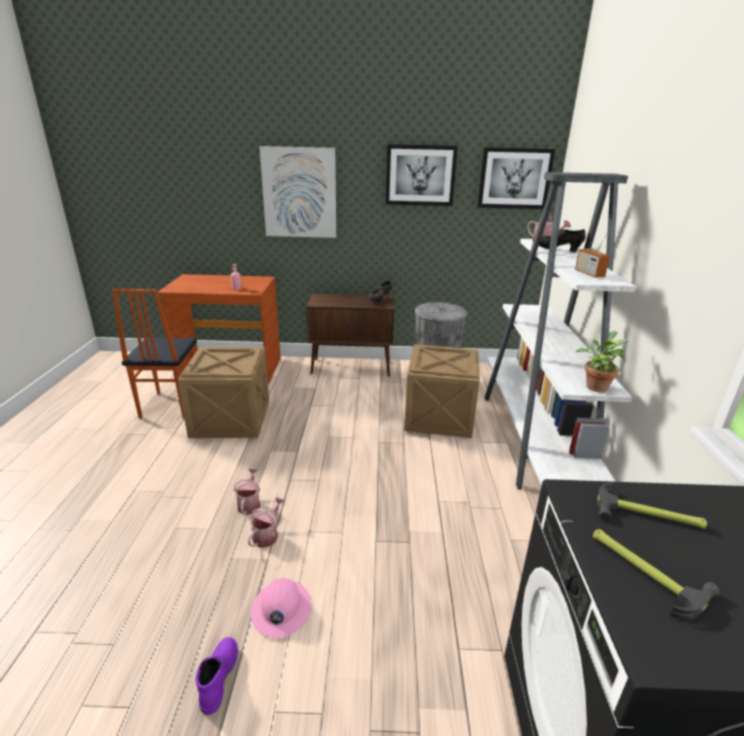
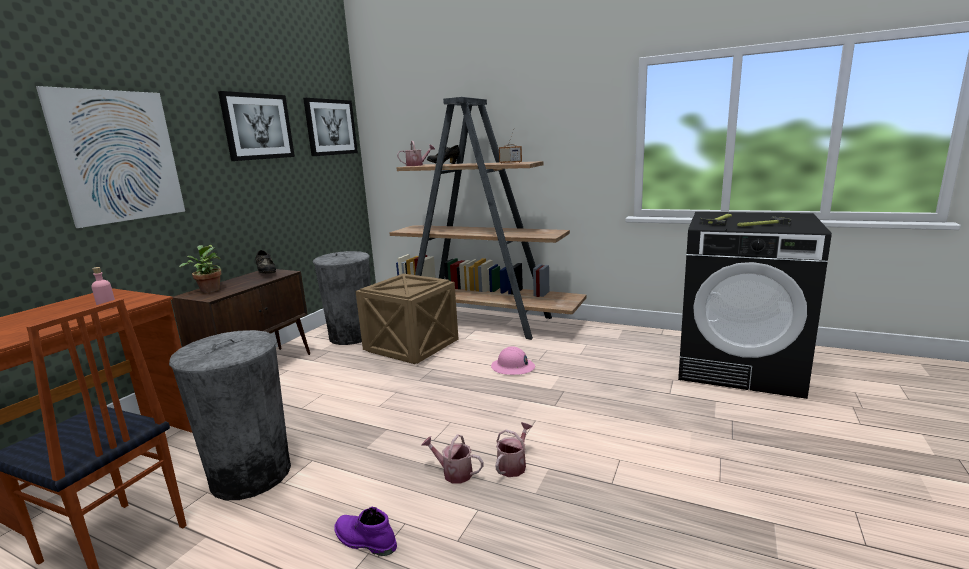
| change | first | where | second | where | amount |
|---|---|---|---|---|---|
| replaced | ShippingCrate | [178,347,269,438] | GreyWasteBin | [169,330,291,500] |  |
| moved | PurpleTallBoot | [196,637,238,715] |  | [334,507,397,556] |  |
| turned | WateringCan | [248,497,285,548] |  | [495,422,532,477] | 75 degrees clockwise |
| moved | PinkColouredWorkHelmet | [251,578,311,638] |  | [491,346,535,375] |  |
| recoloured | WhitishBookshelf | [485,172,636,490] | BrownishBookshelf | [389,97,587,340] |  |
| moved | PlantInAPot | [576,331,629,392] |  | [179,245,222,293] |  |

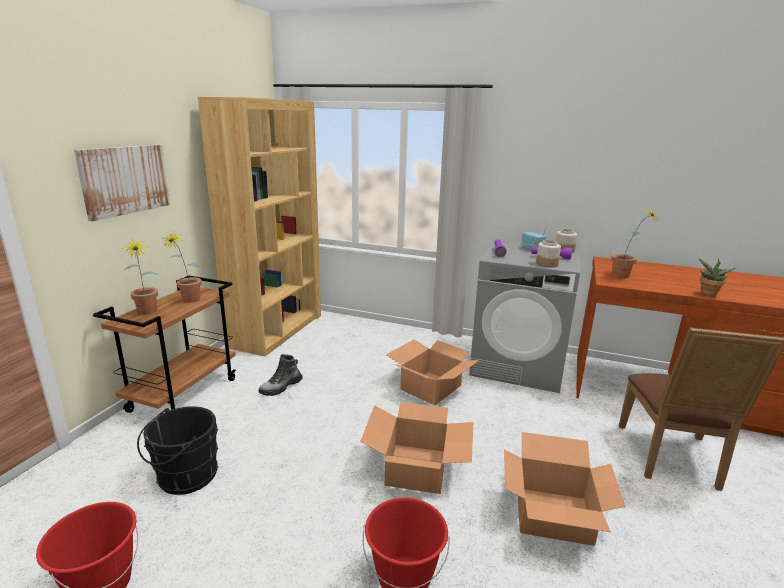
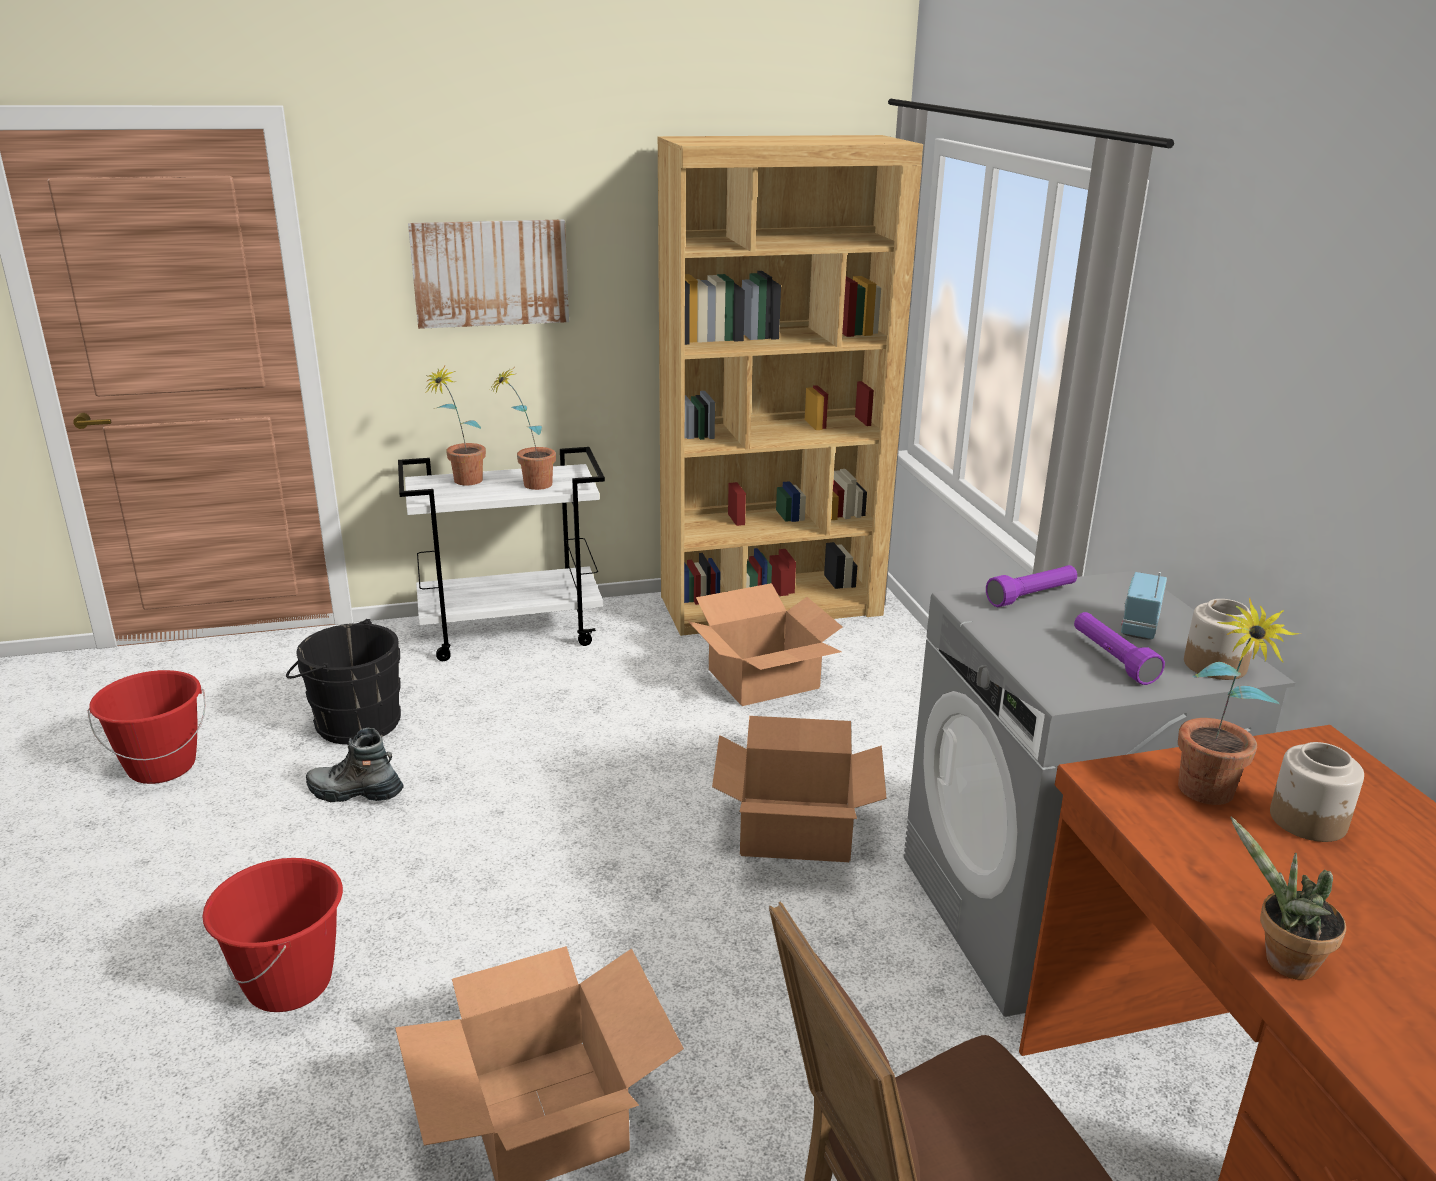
| change | first | where | second | where | amount |
|---|---|---|---|---|---|
| recoloured | BrownishCart | [93,276,236,413] | WhitishCart | [398,447,605,661] |  |
| moved | TallBoot | [259,354,303,396] |  | [306,728,404,802] |  |
| moved | CardboardBox | [360,402,473,494] |  | [688,583,843,706] |  |
| moved | Jar | [536,240,561,267] |  | [1270,742,1364,842] |  |

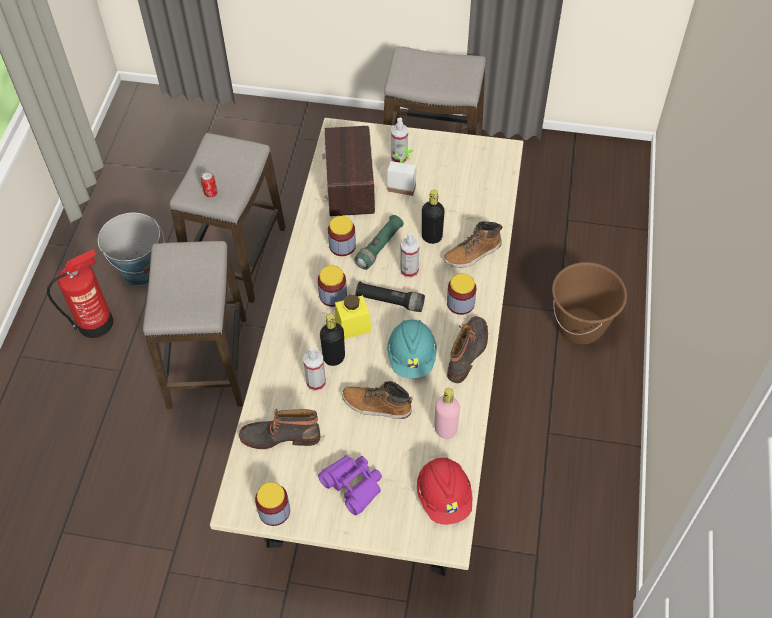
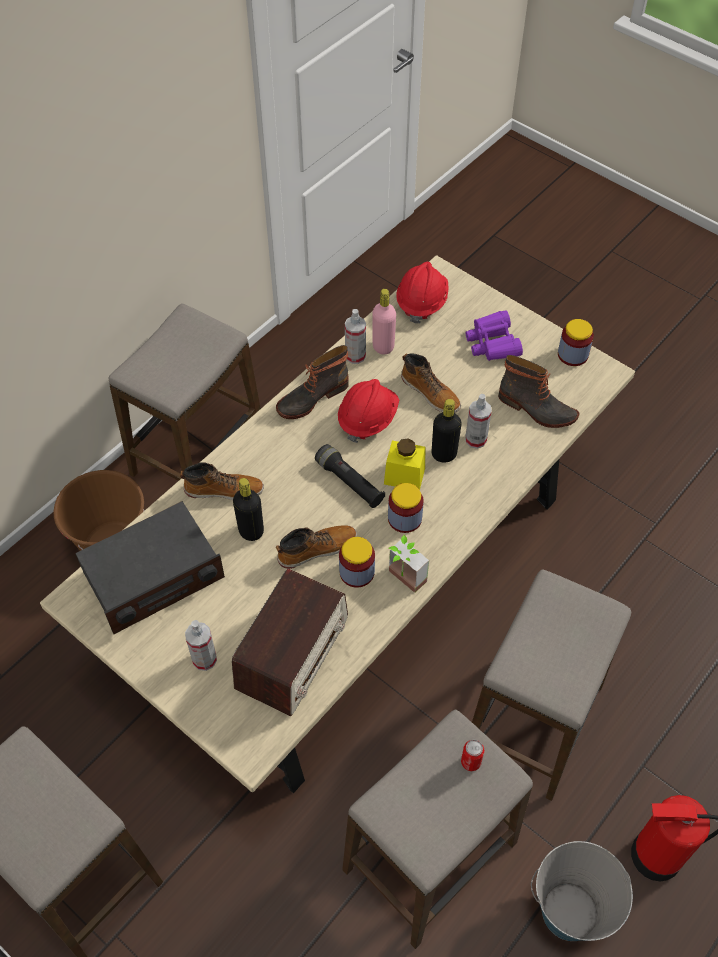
| change | first | where | second | where | amount |
|---|---|---|---|---|---|
| replaced | GreenishHandTorch | [354,215,404,270] | TallBoot | [276,525,357,569] |  |
| moved | PlantInAPot | [387,147,416,196] |  | [388,535,429,593] |  |
| recoloured | TurquoiseWorkHelmet | [387,319,437,378] | ReddishWorkHelmet | [338,379,399,443] |  |
| moved | Sprayer | [400,232,420,278] |  | [345,309,366,364] |  |
| removed | Jar | [447,273,476,315] |  |  |  |
| added |  |  | RadioReceiver | [75,501,225,634] |  |
| added |  |  | SittingStool | [108,303,261,481] |  |

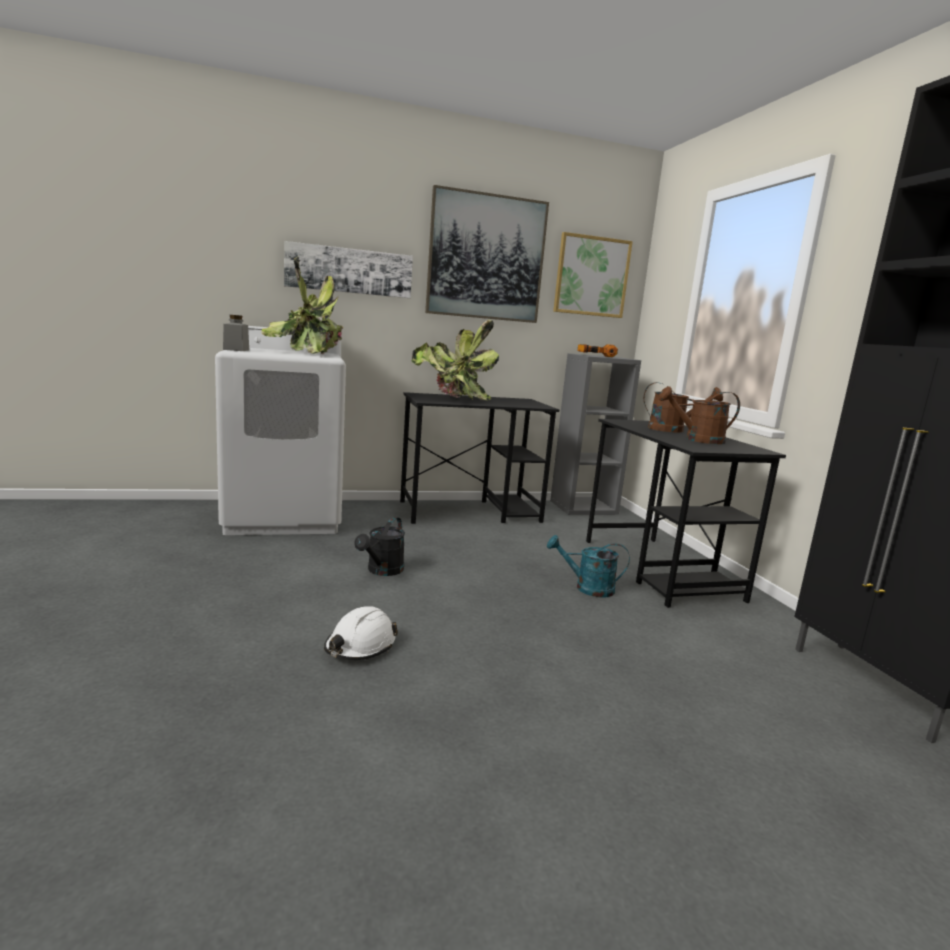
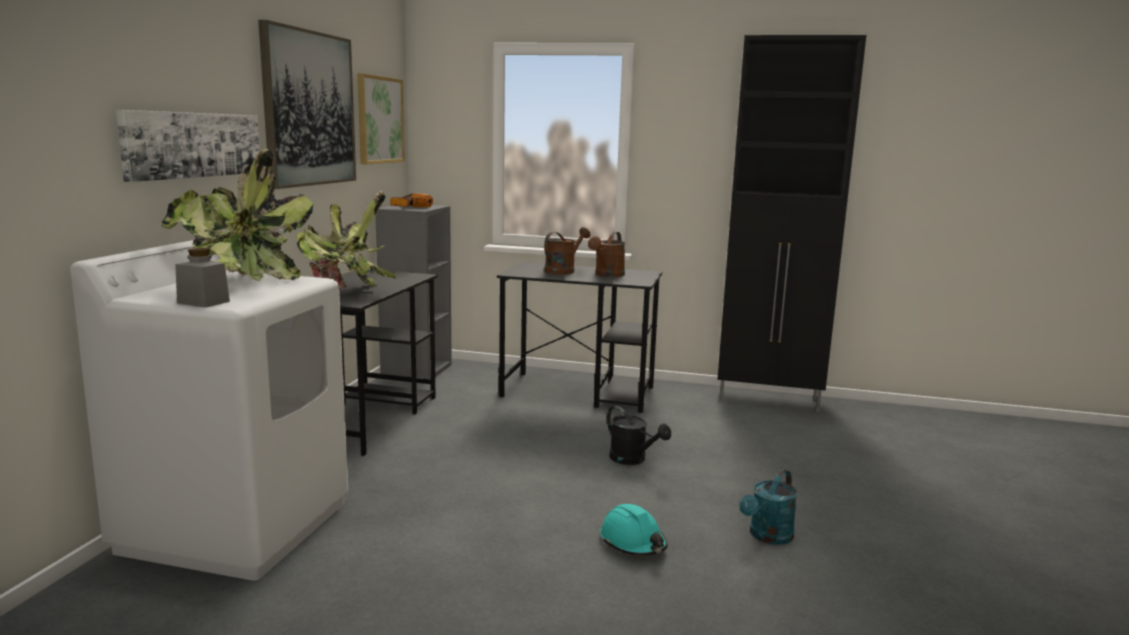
| change | first | where | second | where | amount |
|---|---|---|---|---|---|
| recoloured | WhitishWorkHelmet | [324,606,398,660] | TurquoiseWorkHelmet | [600,504,668,556] |  |
| moved | BlackishWateringCan | [354,517,405,576] |  | [607,406,671,465] |  |
| moved | TurquoiseWateringCan | [547,535,630,597] |  | [739,470,797,544] |  |

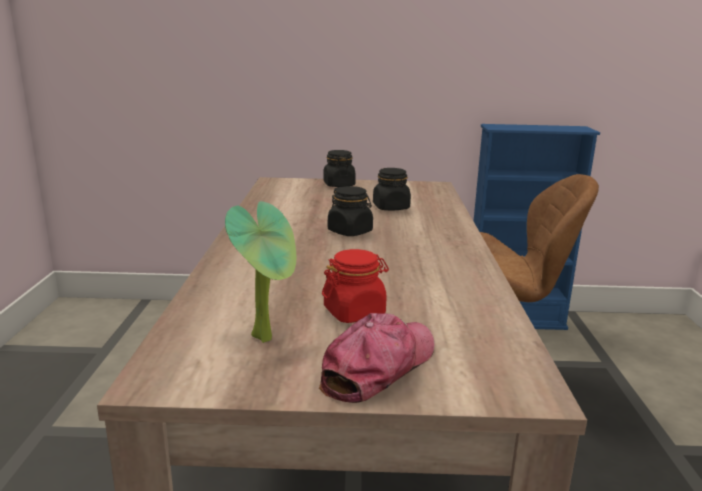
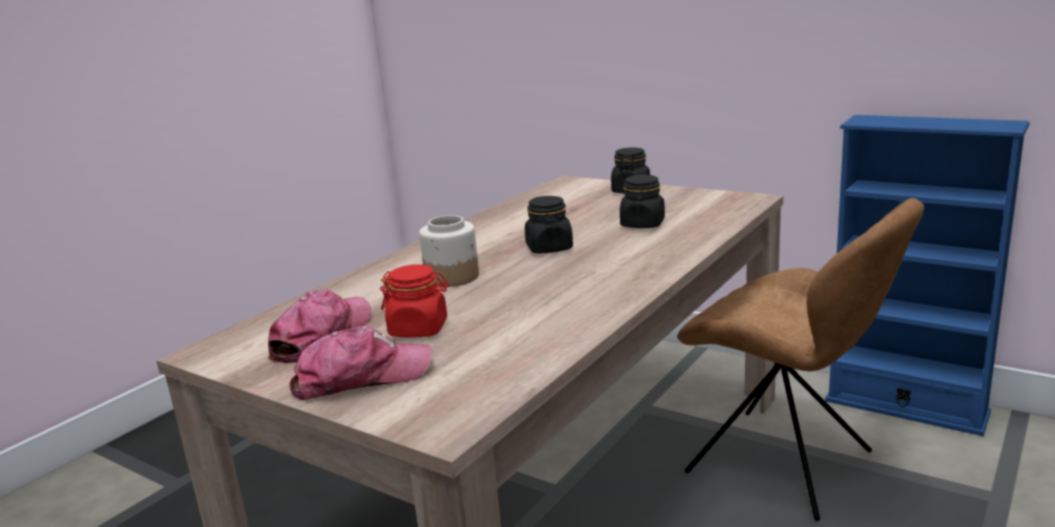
| change | first | where | second | where | amount |
|---|---|---|---|---|---|
| replaced | PlantInAPot | [225,201,296,343] | Cap | [268,289,372,363] |  |
| added |  |  | Jar | [419,215,479,287] |  |

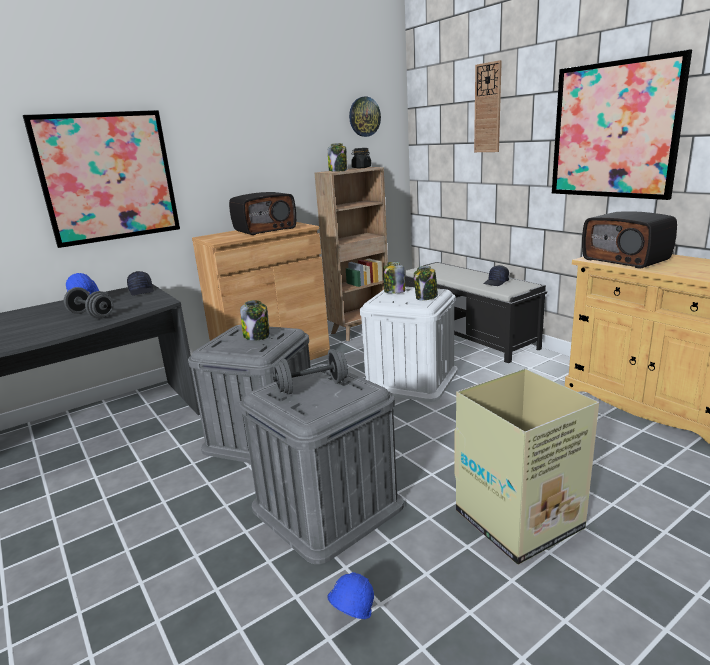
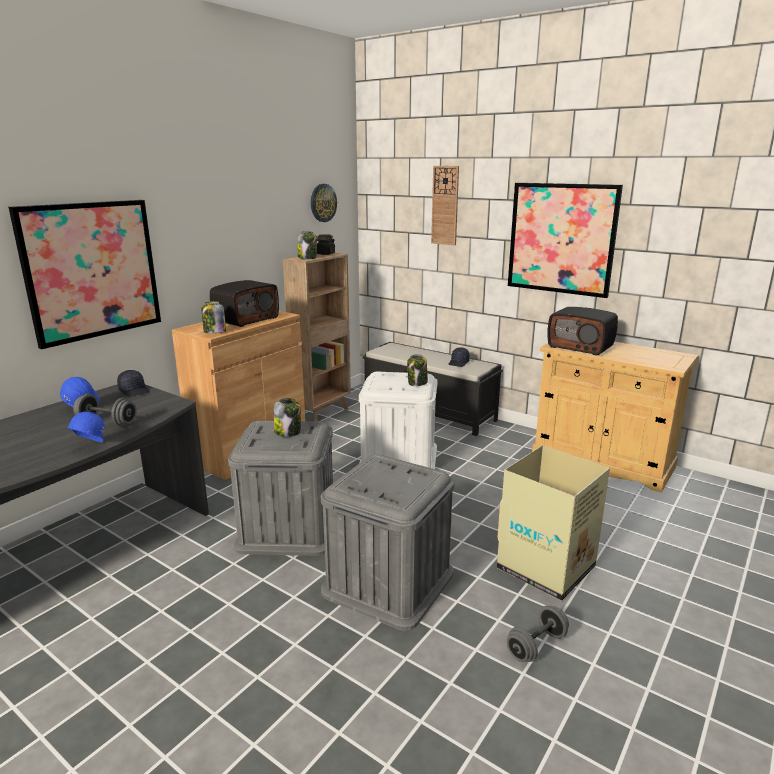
| change | first | where | second | where | amount |
|---|---|---|---|---|---|
| moved | GreyFreeWeight | [273,349,348,394] |  | [506,606,569,662] |  |
| moved | BlueColouredWorkHelmet | [327,572,374,619] |  | [68,411,105,443] |  |
| moved | Jar | [383,262,405,293] |  | [201,301,226,334] |  |

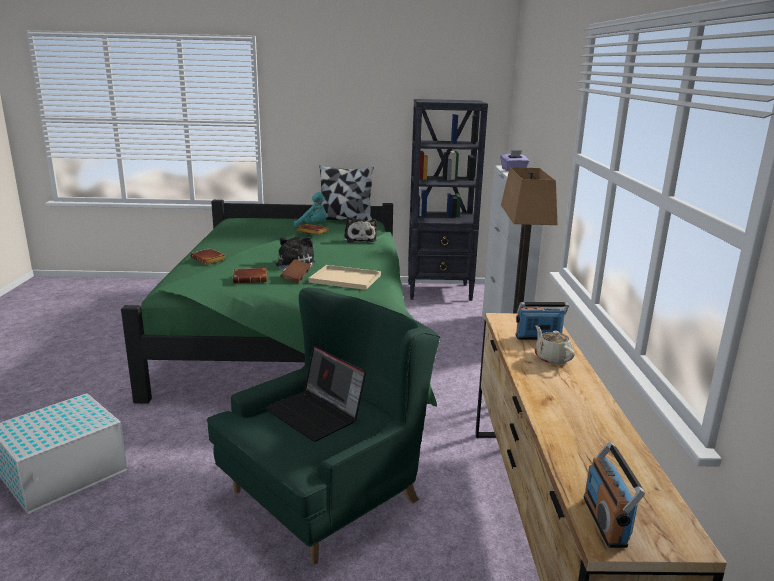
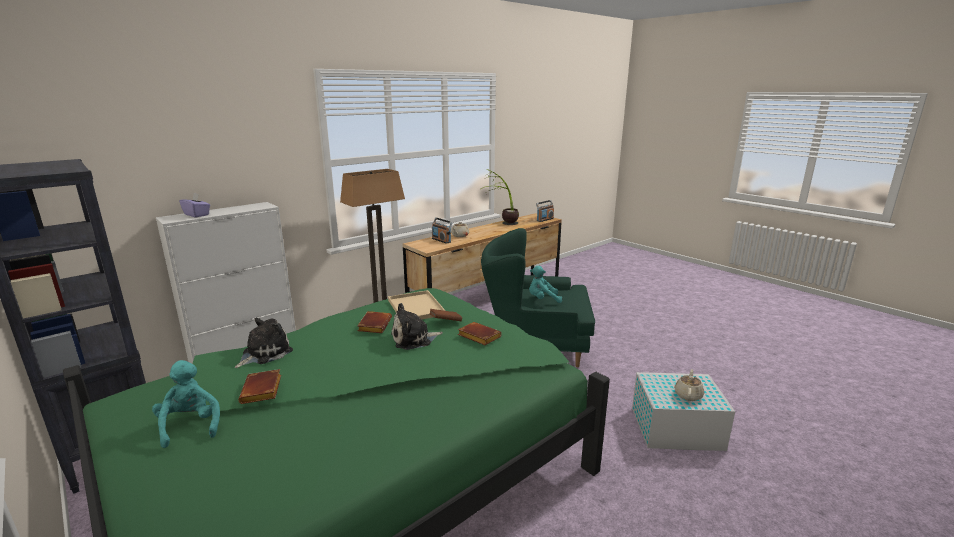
| change | first | where | second | where | amount |
|---|---|---|---|---|---|
| moved | BrownishBoundBook | [190,248,226,265] |  | [357,311,392,333] |  |
| replaced | Laptop | [265,345,366,442] | TurquoiseCuddlyToy | [529,266,562,303] |  |
| removed | ThrowPillow | [319,165,374,221] |  |  |  |
| added |  |  | PlantInAPot | [481,169,519,225] |  |
| added |  |  | BeigeColouredTeaPot | [674,369,704,401] |  |

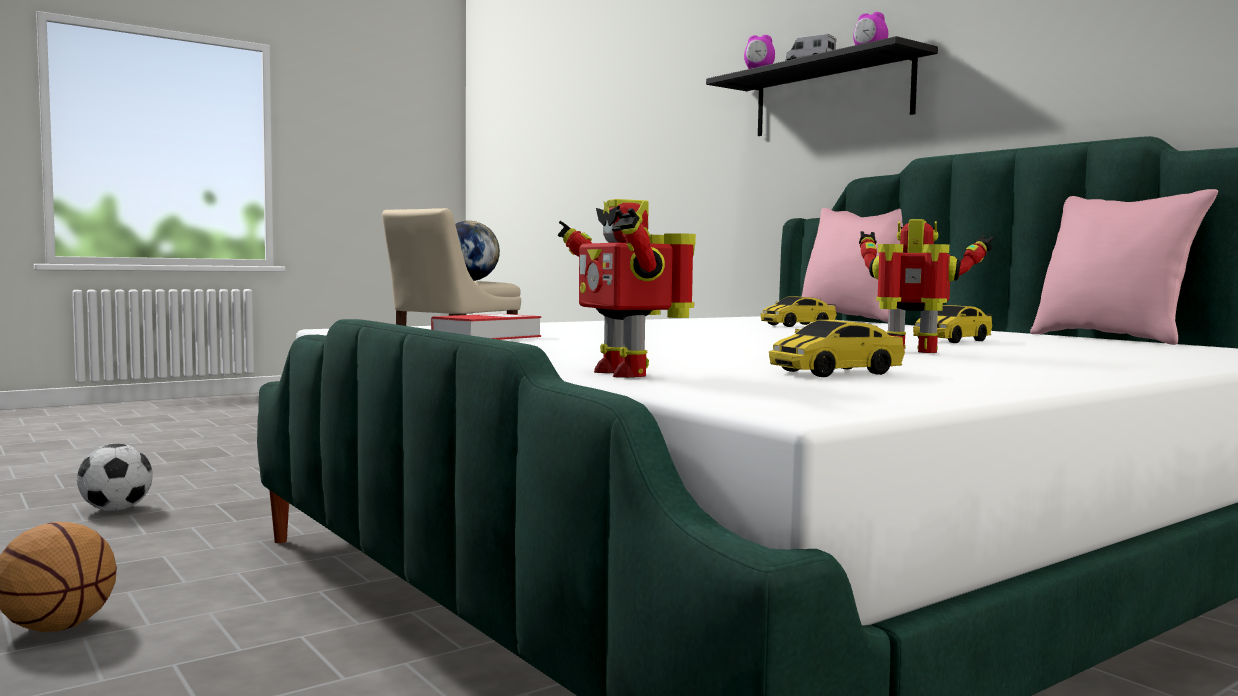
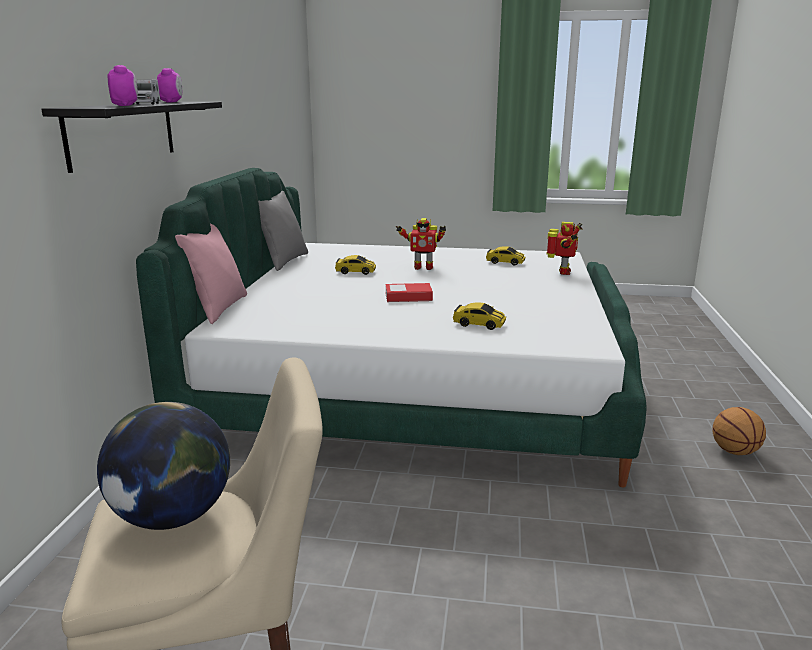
| change | first | where | second | where | amount |
|---|---|---|---|---|---|
| removed | Football | [77,444,153,511] |  |  |  |
| moved | BoundBook | [431,314,541,340] |  | [385,283,433,302] |  |
| moved | MiniatureCar | [761,296,837,327] |  | [453,302,506,330] |  |
| turned | ModelRobot | [859,219,994,353] |  | [396,218,446,270] | 60 degrees counterclockwise |
| recoloured | PinkColouredThrowPillow | [1030,189,1218,345] | GreyThrowPillow | [258,191,308,271] |  |

